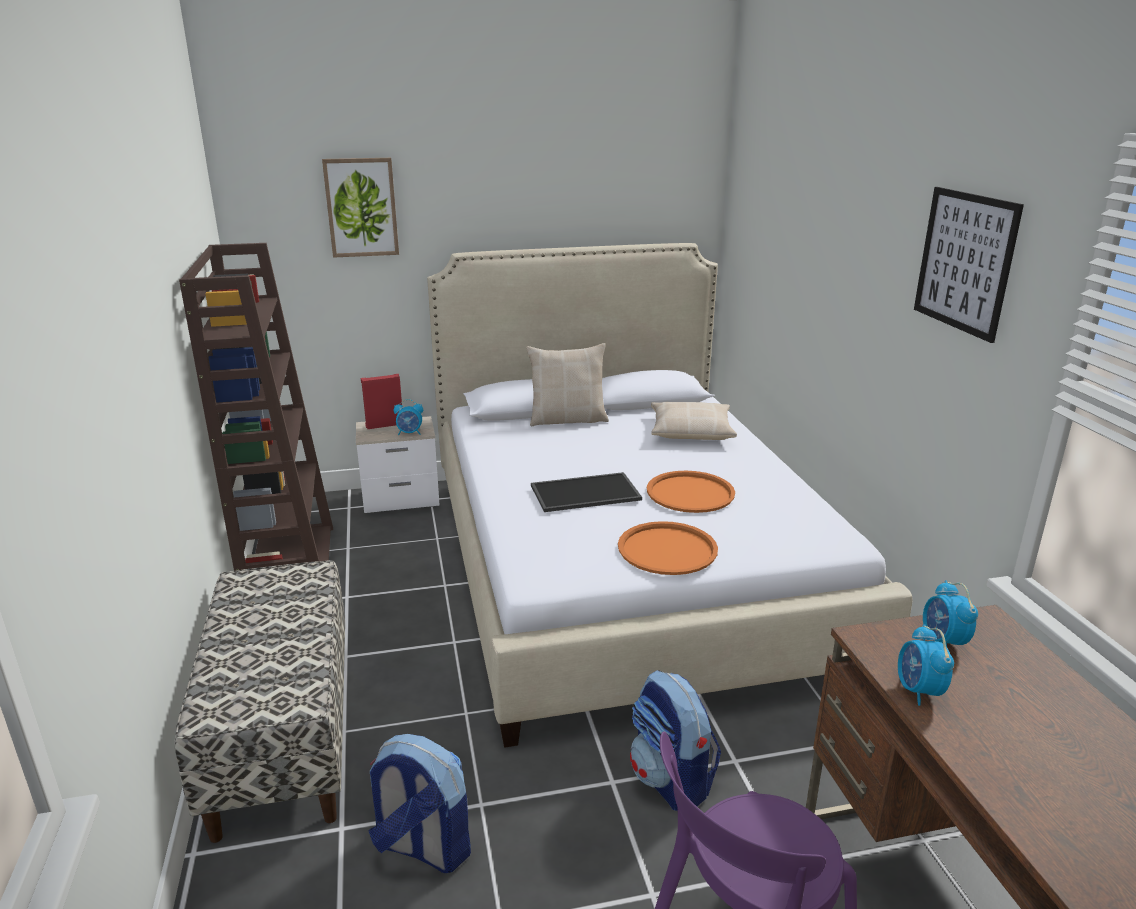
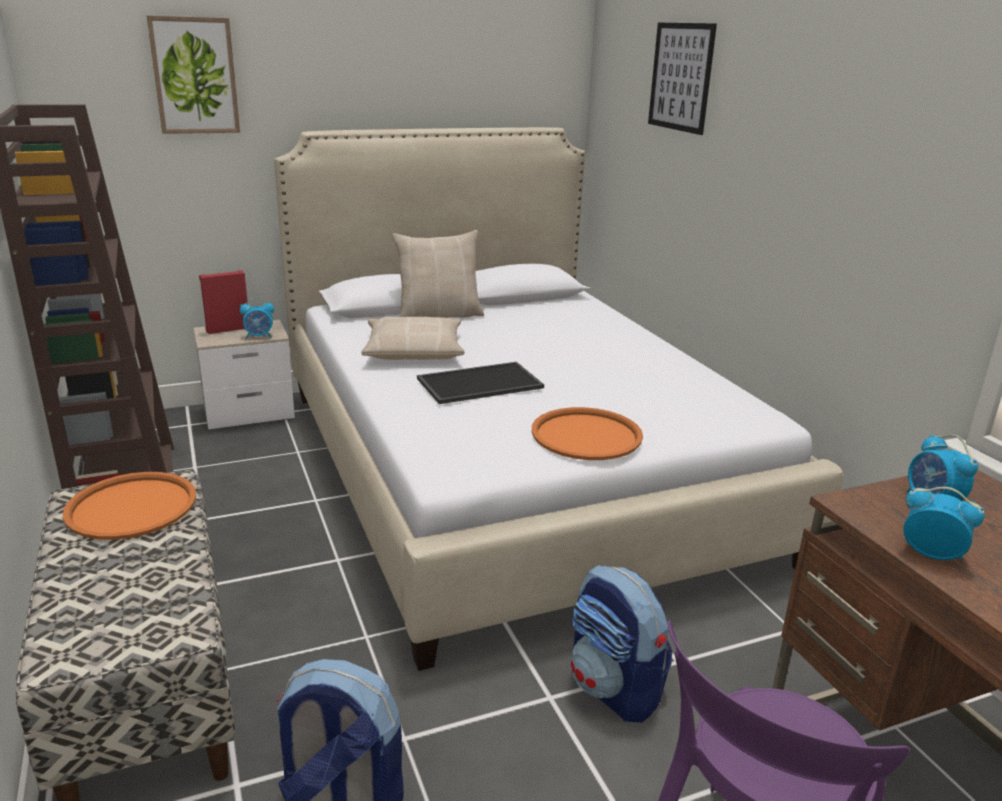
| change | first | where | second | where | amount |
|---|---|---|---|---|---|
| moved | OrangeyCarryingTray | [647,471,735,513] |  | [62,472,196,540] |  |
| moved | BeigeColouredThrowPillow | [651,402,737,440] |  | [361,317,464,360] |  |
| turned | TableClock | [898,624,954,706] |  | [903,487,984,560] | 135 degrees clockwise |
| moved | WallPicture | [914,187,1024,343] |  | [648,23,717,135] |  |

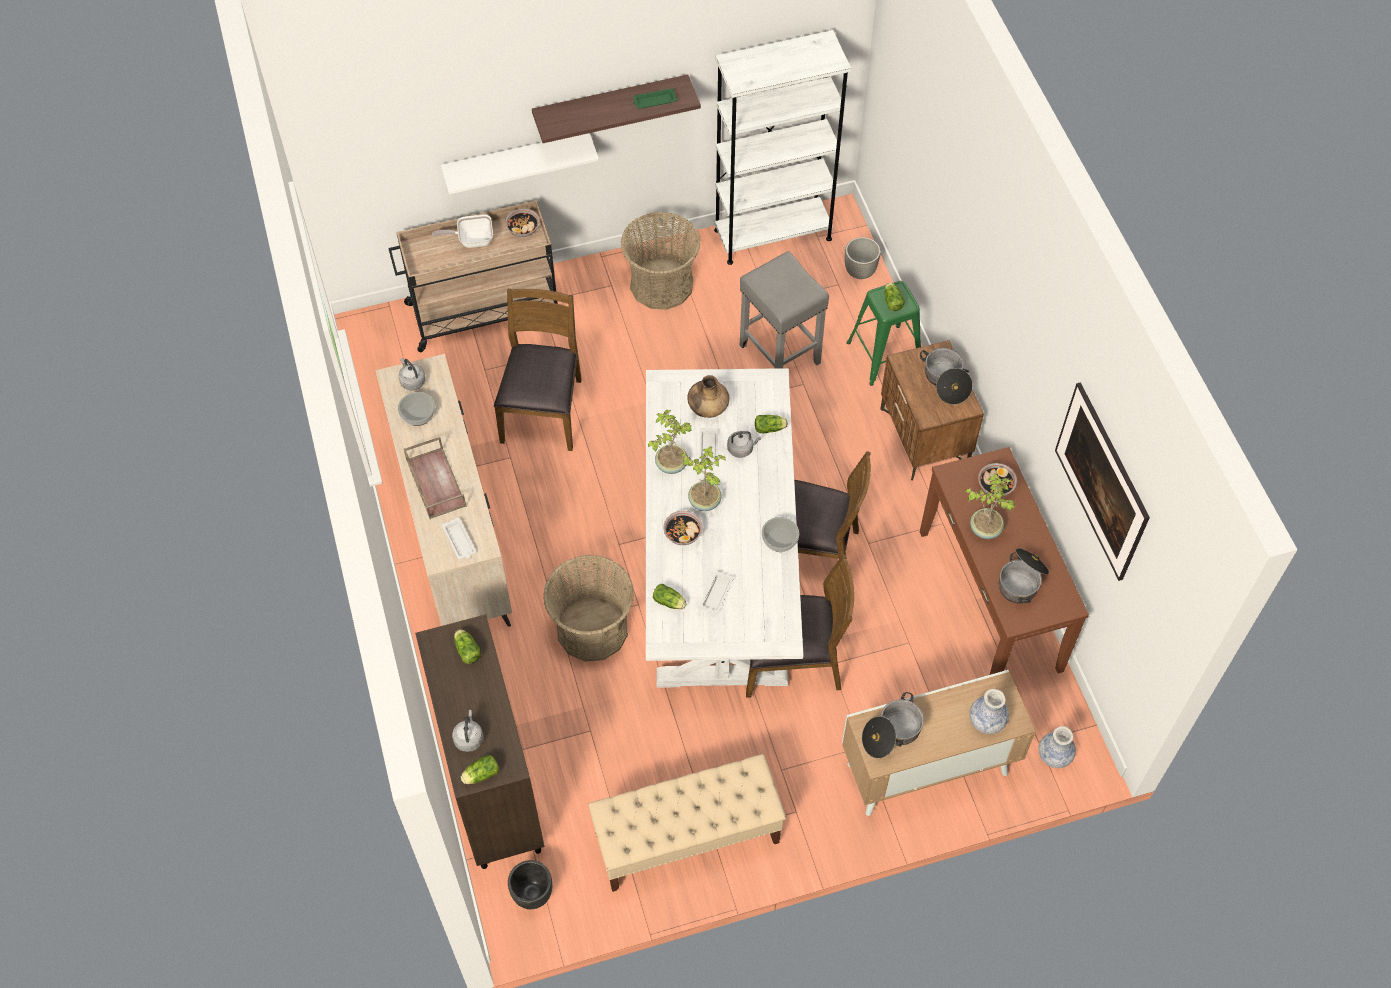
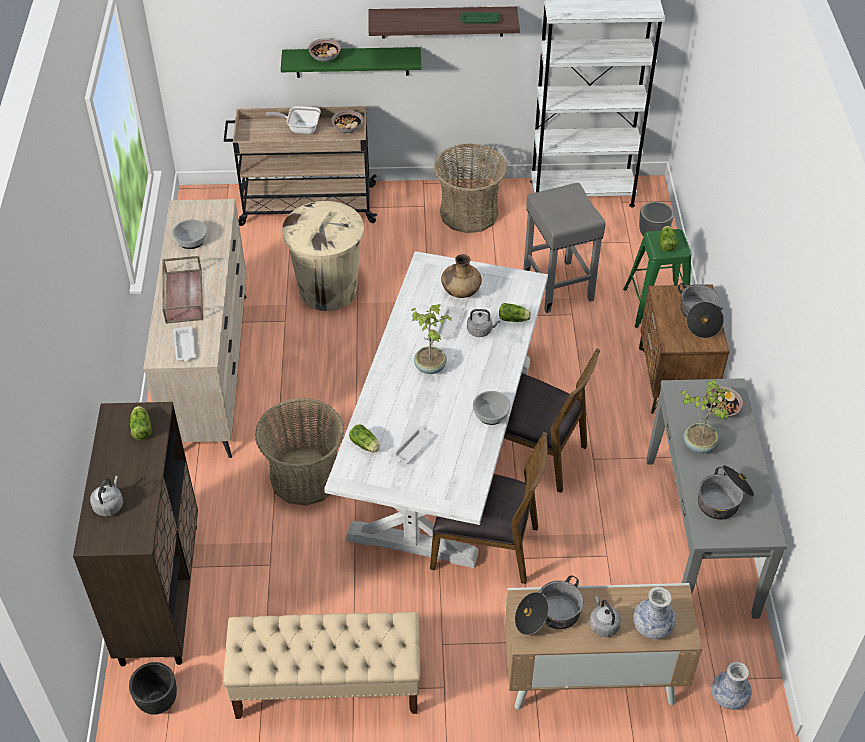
| change | first | where | second | where | amount |
|---|---|---|---|---|---|
| moved | GreyTeaKettle | [399,358,426,391] |  | [590,596,621,637] |  |
| recoloured | WhitishBracketShelf | [441,133,599,194] | GreenishBracketShelf | [281,47,422,78] |  |
| removed | HeadOfLettuce | [461,755,499,784] |  |  |  |
| replaced | BrownishChair | [494,289,582,451] | BeigeColouredWasteBin | [282,201,364,311] |  |
| removed | PlantInAPot | [648,410,692,474] |  |  |  |
| moved | ServingBowl | [663,511,703,545] |  | [308,38,341,62] |  |
| recoloured | BrownishHallTable | [920,447,1089,675] | GreyHallTable | [646,378,787,619] |  |
| removed | WallPicture | [1055,382,1150,581] |  |  |  |

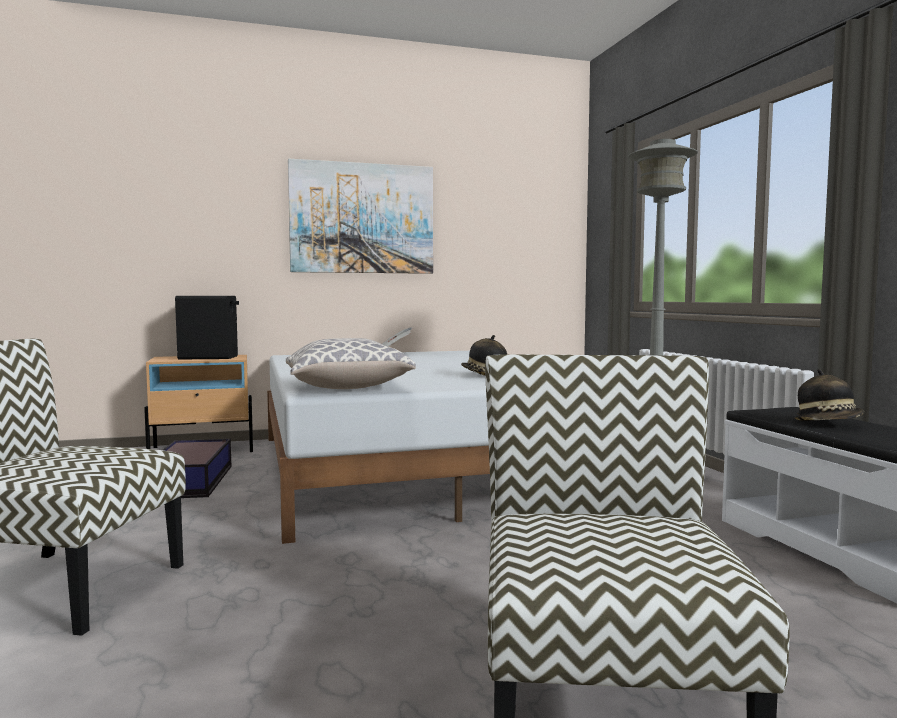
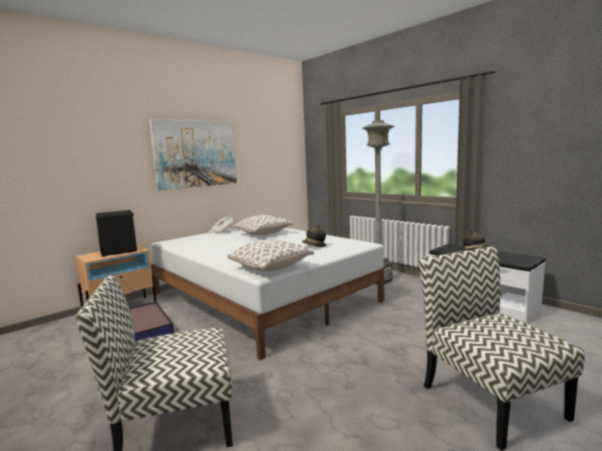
| change | first | where | second | where | amount |
|---|---|---|---|---|---|
| added |  |  | ThrowPillow | [234,215,293,235] |  |

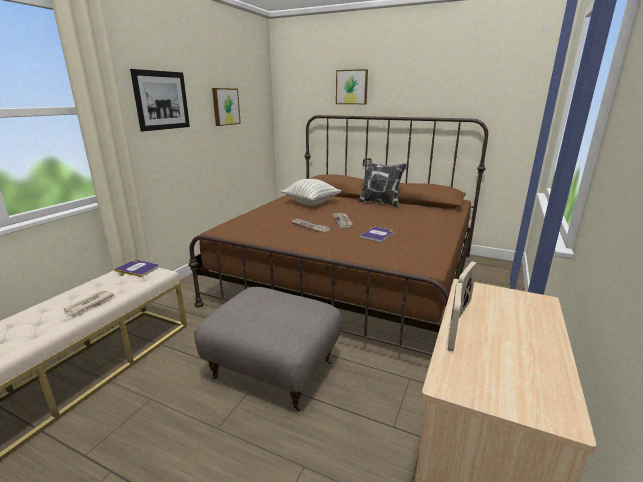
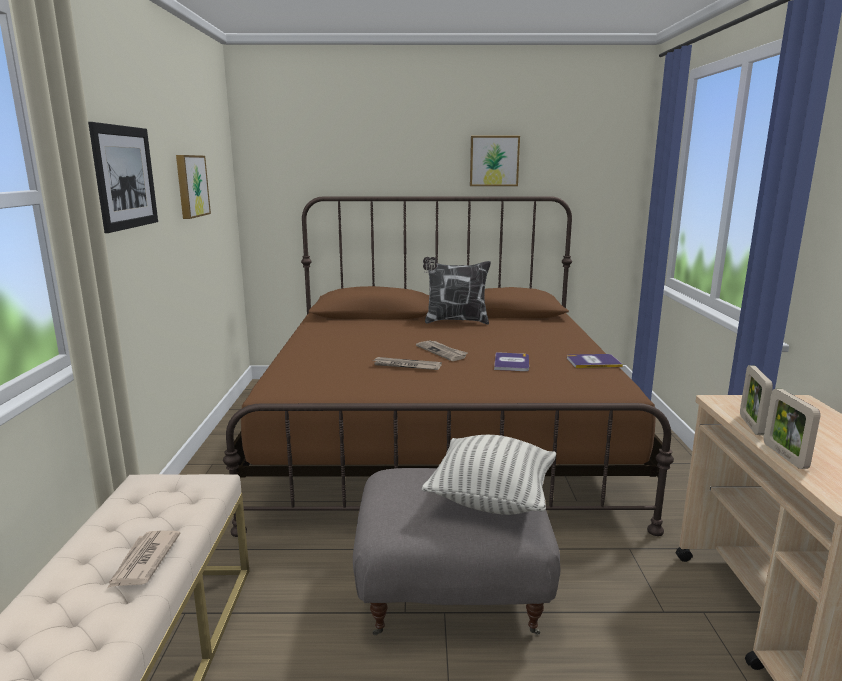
| change | first | where | second | where | amount |
|---|---|---|---|---|---|
| moved | BoundBook | [114,260,159,277] |  | [567,354,623,368] |  |
| moved | ThrowPillow | [281,179,341,206] |  | [422,435,556,515] |  |
| moved | WallPicture | [336,69,368,104] |  | [470,136,520,186] |  |

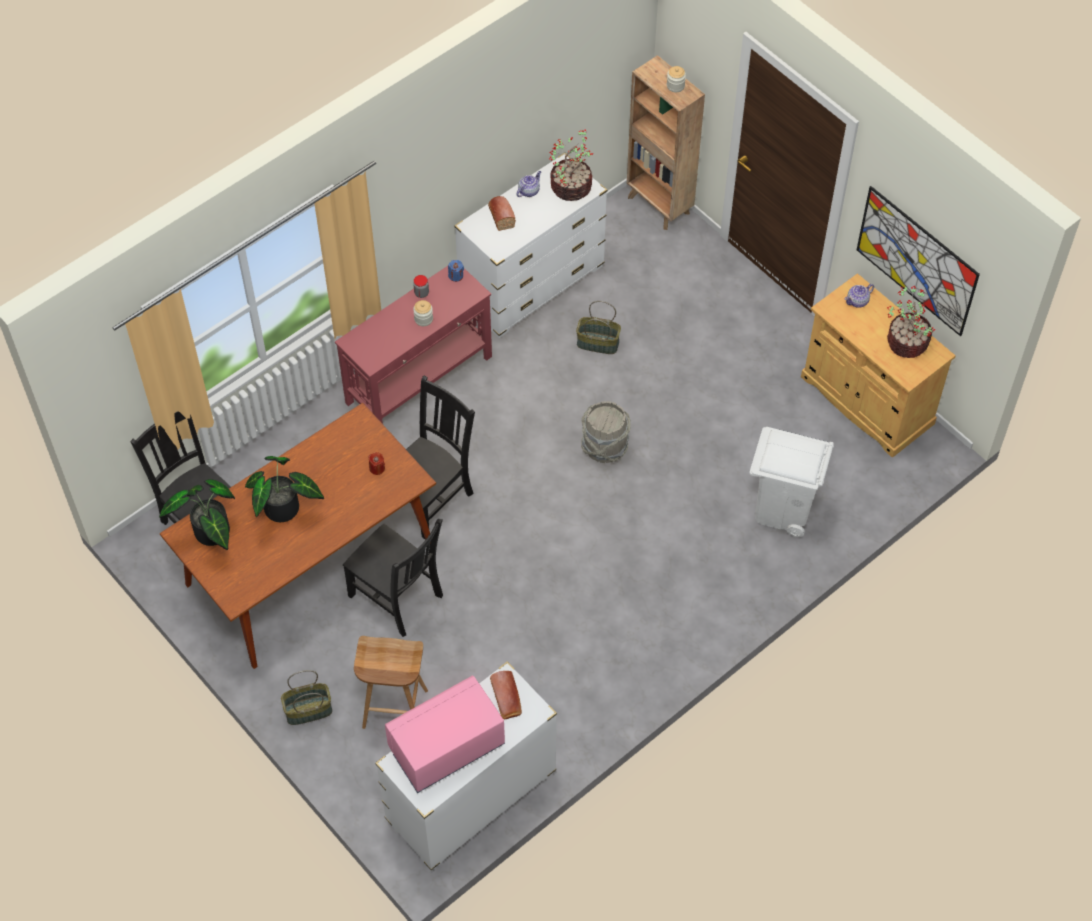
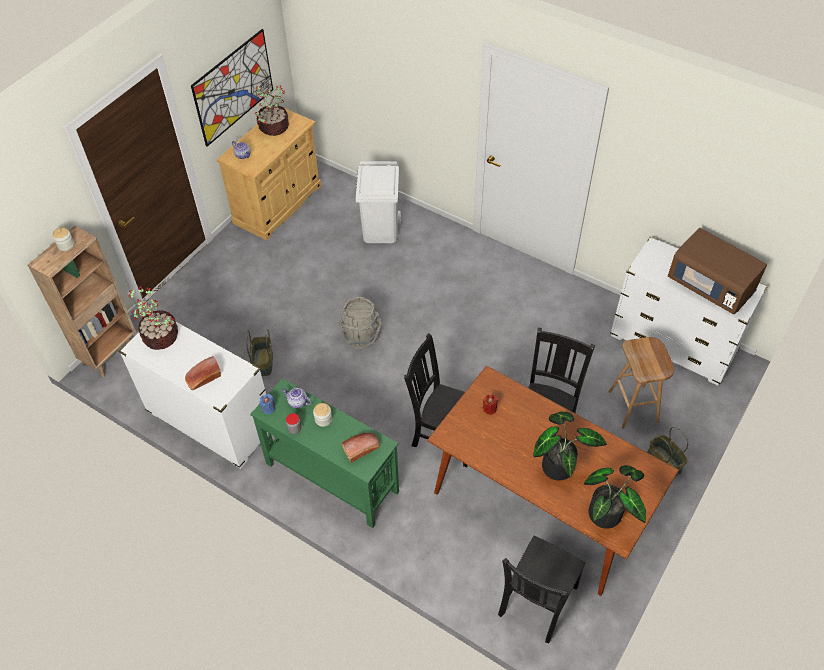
| change | first | where | second | where | amount |
|---|---|---|---|---|---|
| recoloured | ReddishHallTable | [335,266,492,424] | GreenishHallTable | [251,378,399,528] |  |
| recoloured | PinkColouredMicrowave | [385,676,505,793] | BrownishMicrowave | [668,228,767,314] |  |
| moved | BakedBread | [490,671,522,719] |  | [342,433,380,463] |  |
| moved | TeaPot | [517,171,541,197] |  | [282,388,312,408] |  |

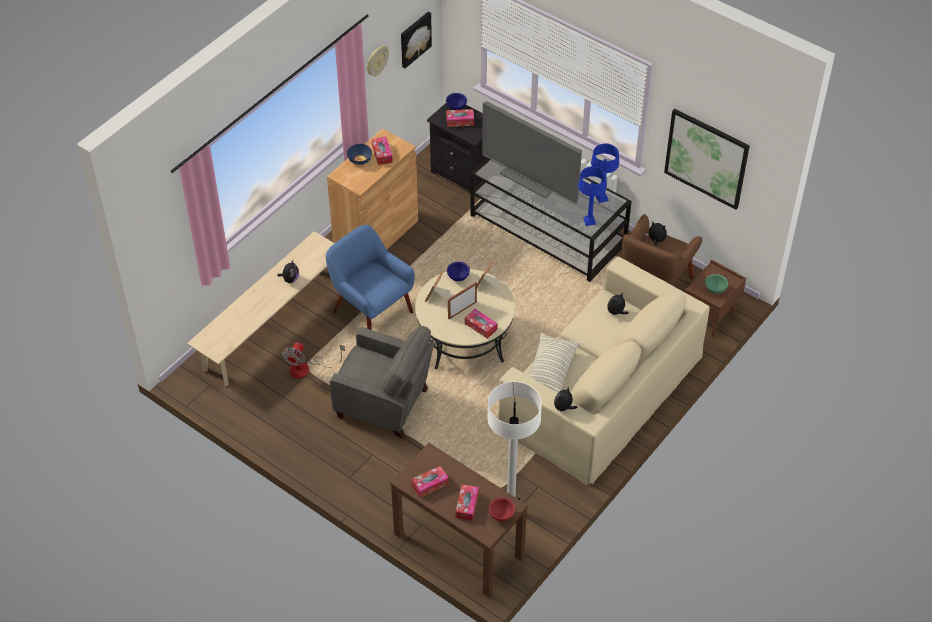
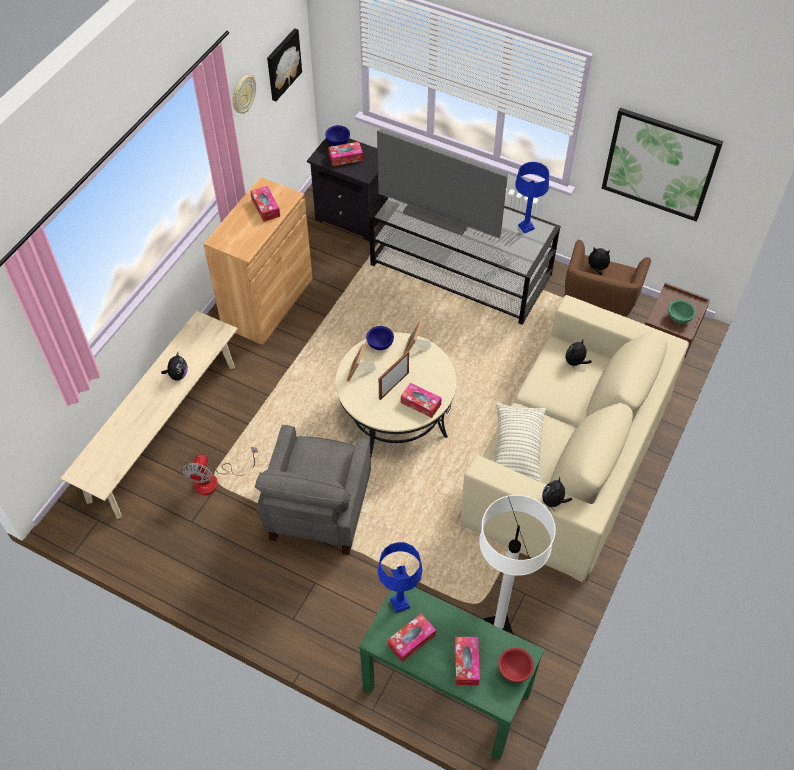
| change | first | where | second | where | amount |
|---|---|---|---|---|---|
| removed | BlueColouredLoungeChair | [326,225,415,330] |  |  |  |
| turned | GreyLoungeChair | [330,326,434,438] |  | [255,425,371,555] | 90 degrees clockwise |
| removed | BlueColouredServingBowl | [347,144,372,165] |  |  |  |
| recoloured | BrownishHallTable | [390,443,528,598] | GreenishHallTable | [359,587,544,761] |  |
| moved | BlueColouredTableLamp | [578,166,607,226] |  | [378,542,423,613] |  |

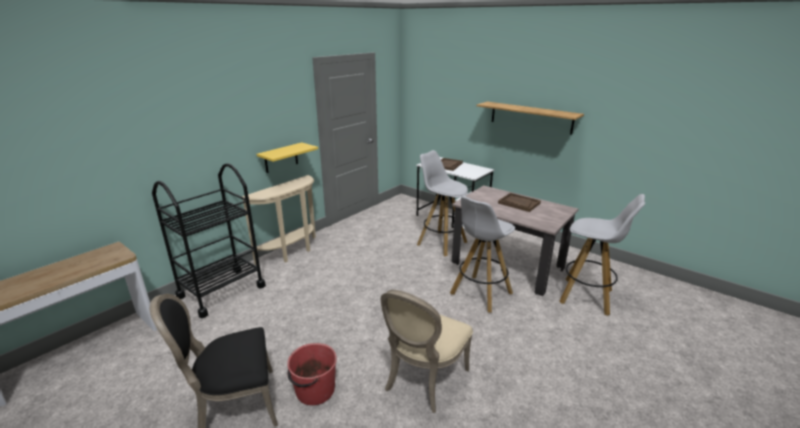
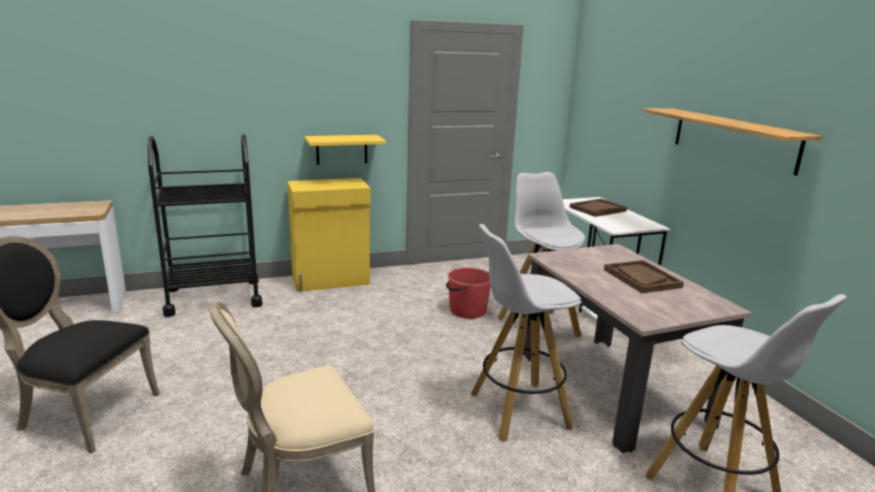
| change | first | where | second | where | amount |
|---|---|---|---|---|---|
| replaced | BeigeColouredHallTable | [242,175,316,265] | YellowColouredCupboard | [287,178,370,292] |  |
| moved | ReddishBucket | [287,343,337,405] |  | [446,267,491,319] |  |

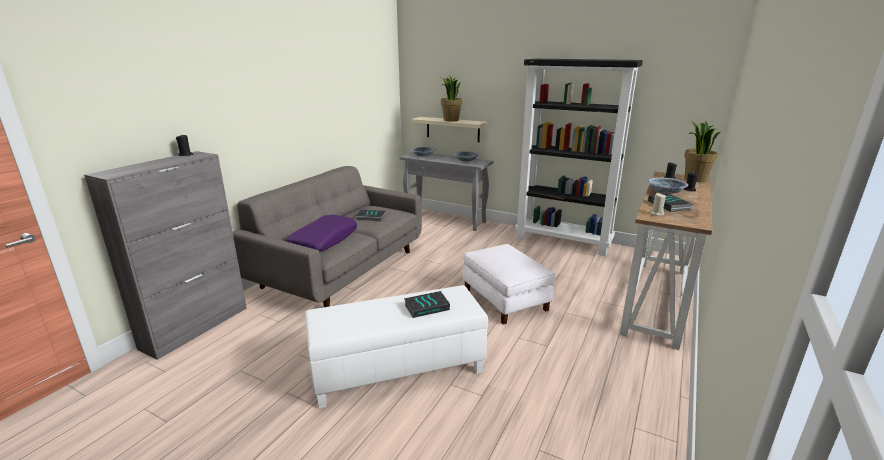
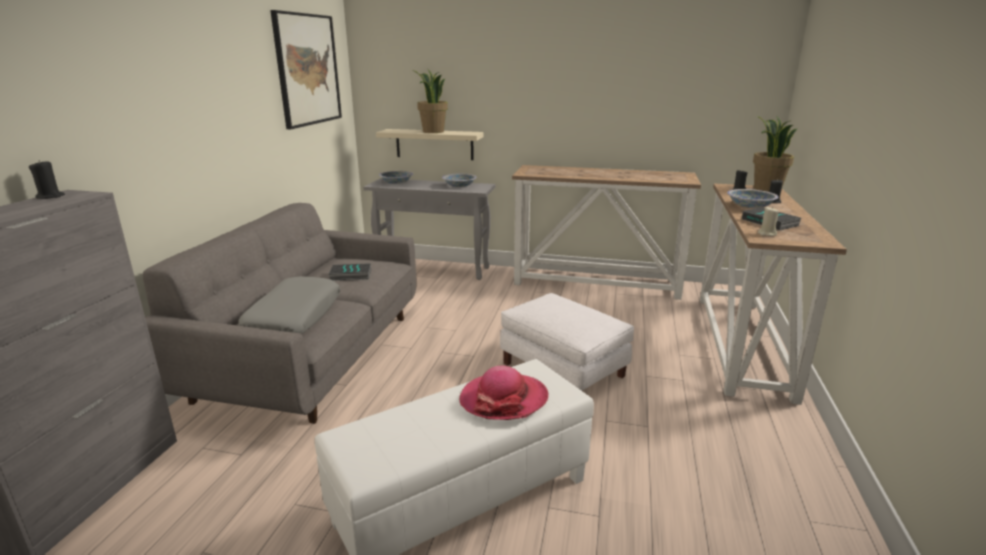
| change | first | where | second | where | amount |
|---|---|---|---|---|---|
| recoloured | PurpleThrowPillow | [286,215,357,252] | GreyThrowPillow | [238,276,340,334] |  |
| replaced | BoundBook | [404,291,450,318] | WearableHat | [459,366,549,420] |  |
| replaced | BlackishBookshelf | [515,59,643,256] | HallTable | [512,165,701,300] |  |
| added |  |  | WallPicture | [270,10,342,129] |  |

